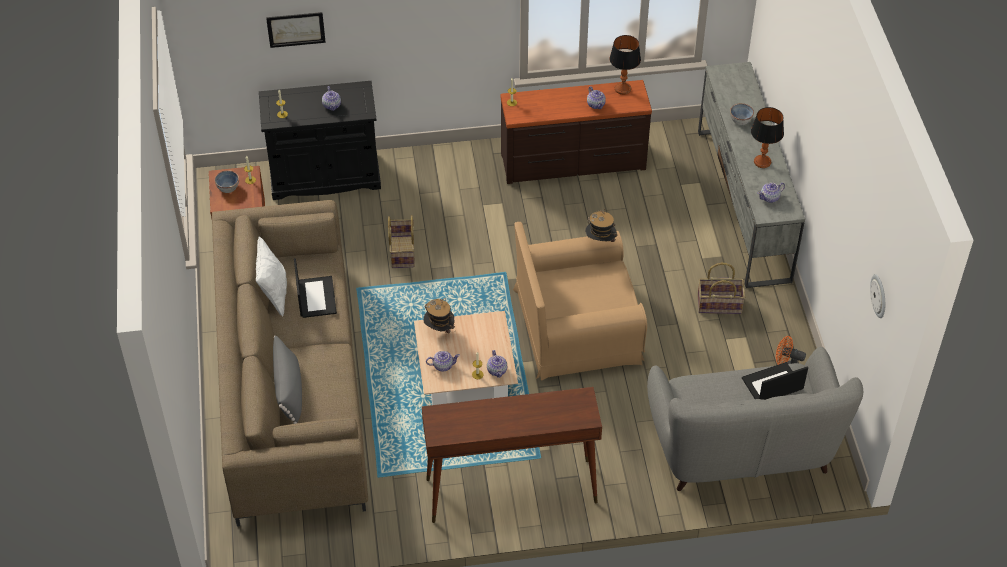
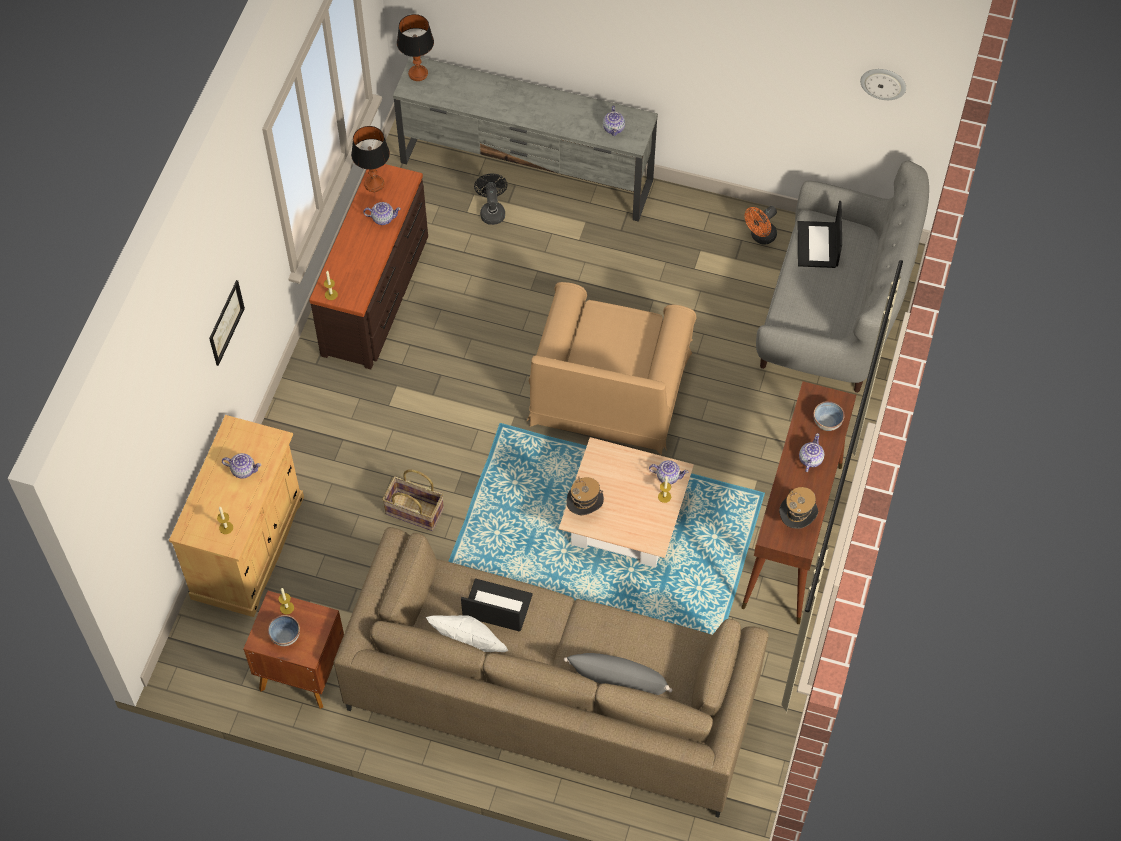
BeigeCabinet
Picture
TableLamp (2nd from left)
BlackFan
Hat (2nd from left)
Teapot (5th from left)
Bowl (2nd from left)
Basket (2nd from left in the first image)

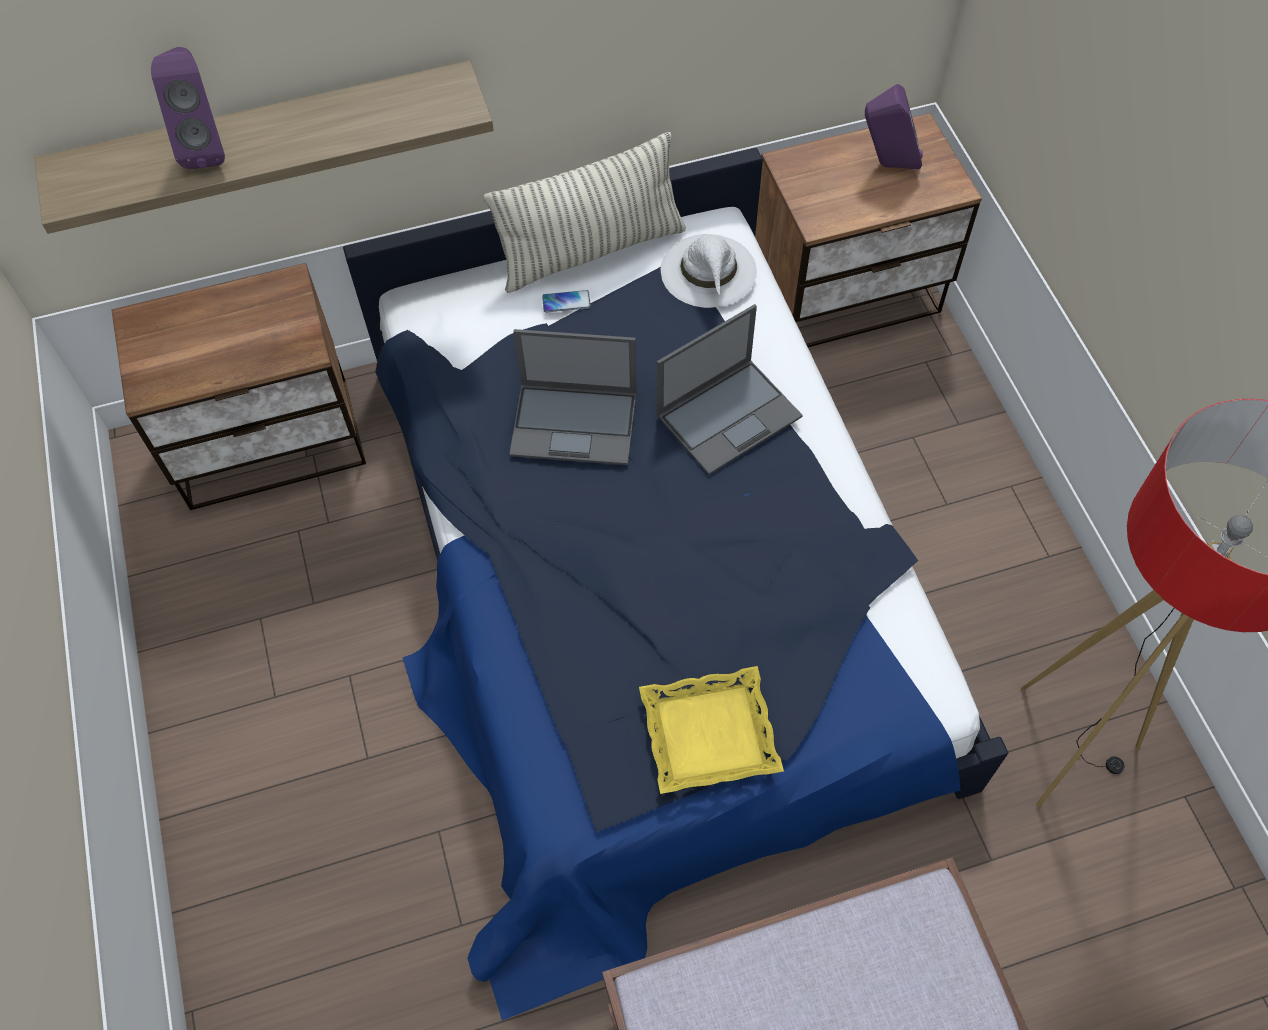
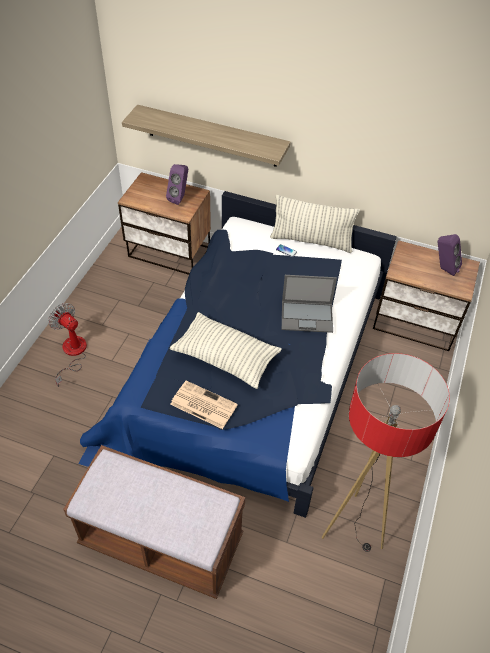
Fan
PurpleSpeaker (1st from left)
Pillow (1st from left)
Newspaper
Laptop (1st from left in the first image)
WhiteHat

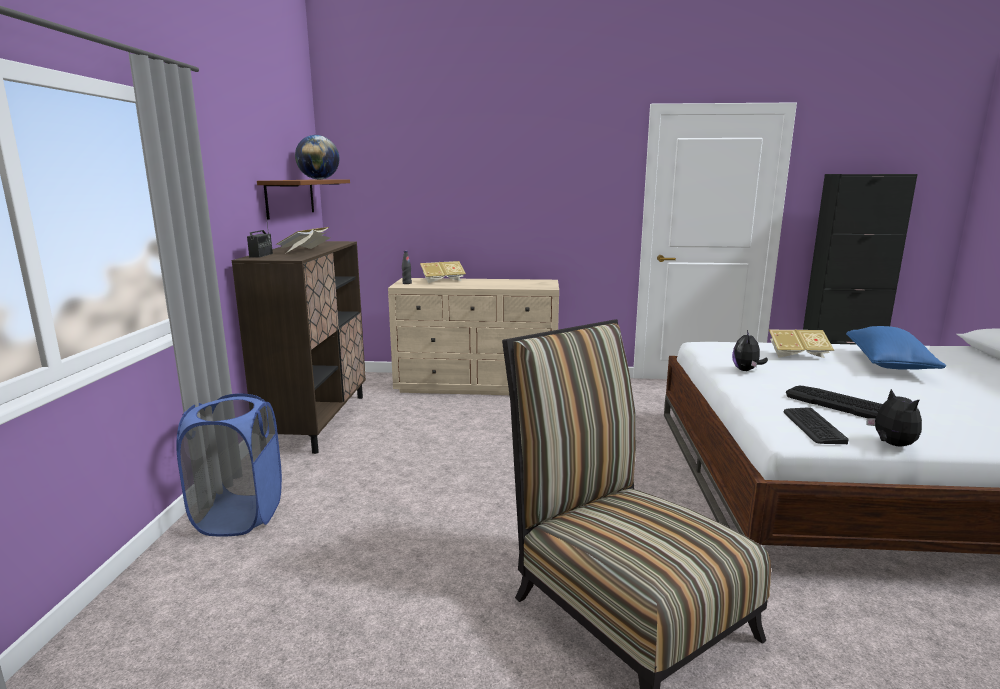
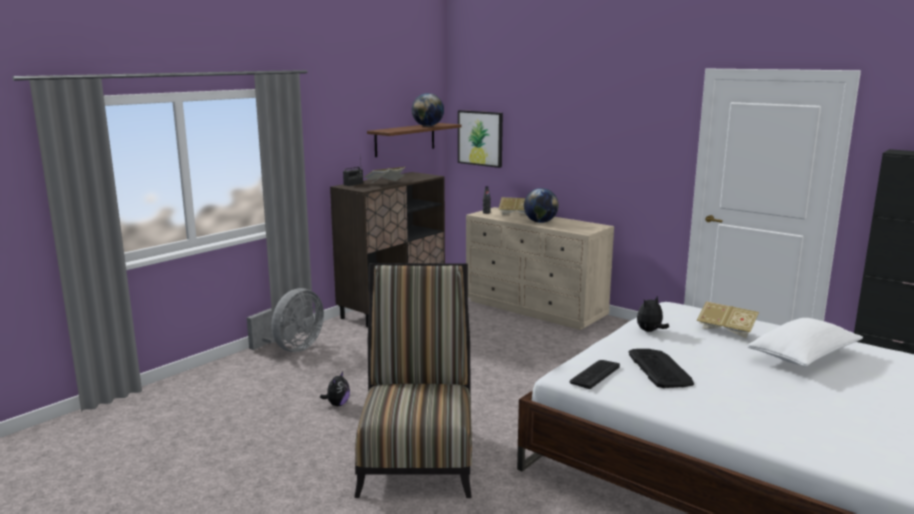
GreyFan
PlushToy (1st from left)
Picture
Globe (2nd from left)
WhitePillow

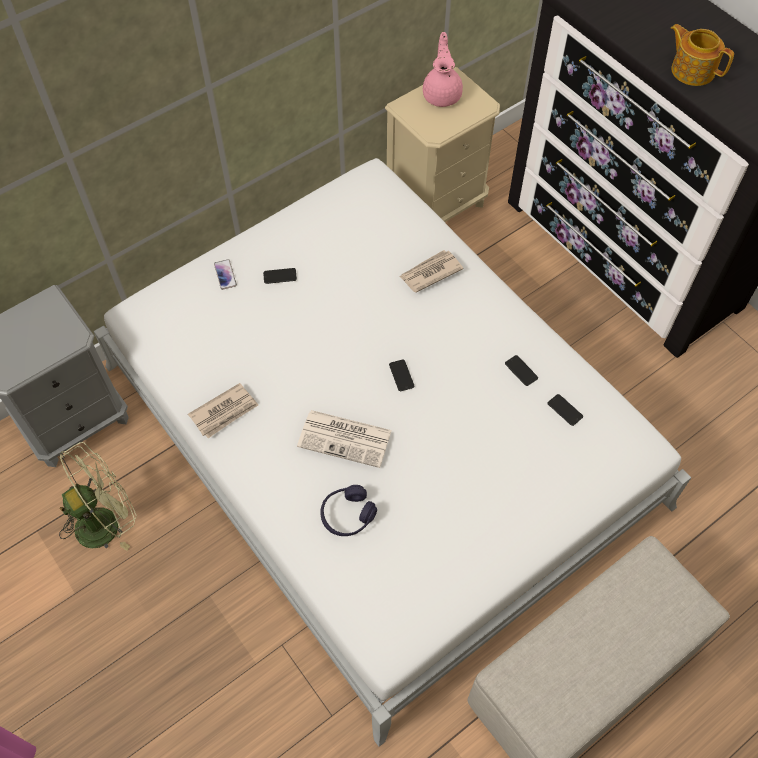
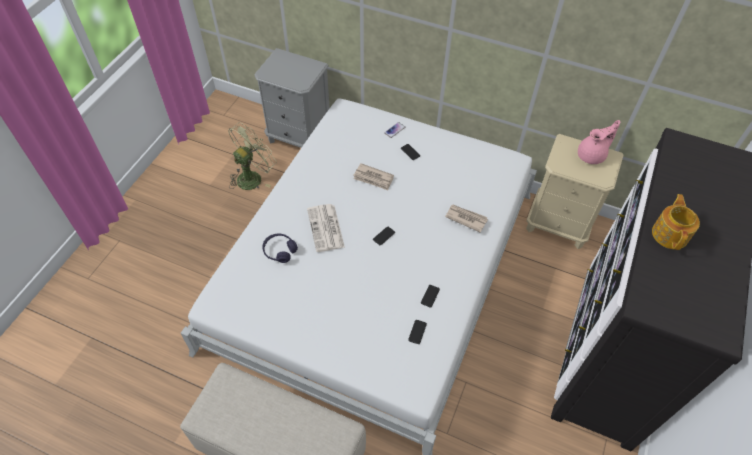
GreenFan
Newspaper (2nd from left)

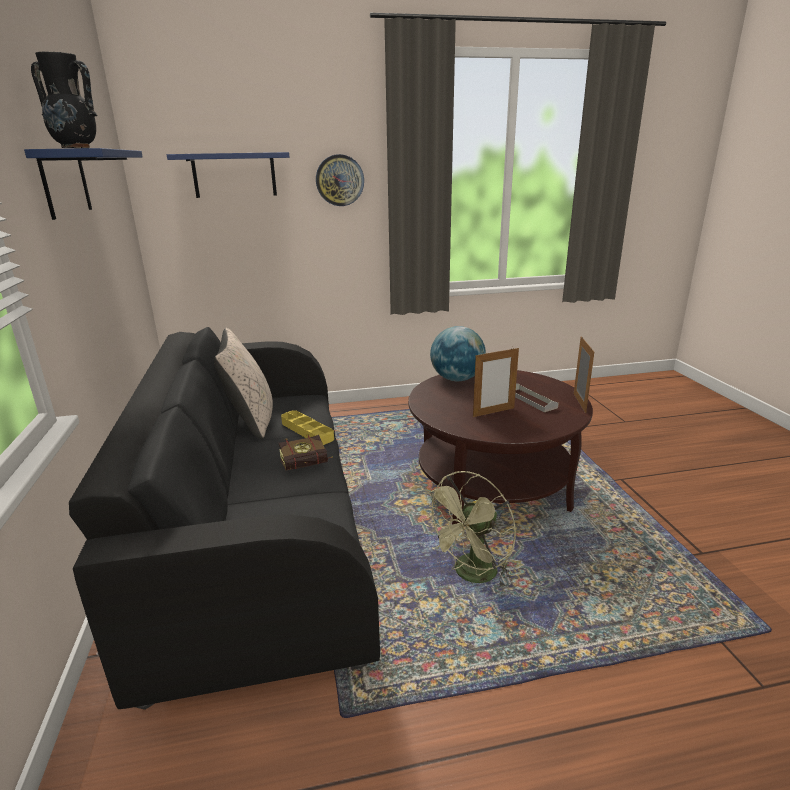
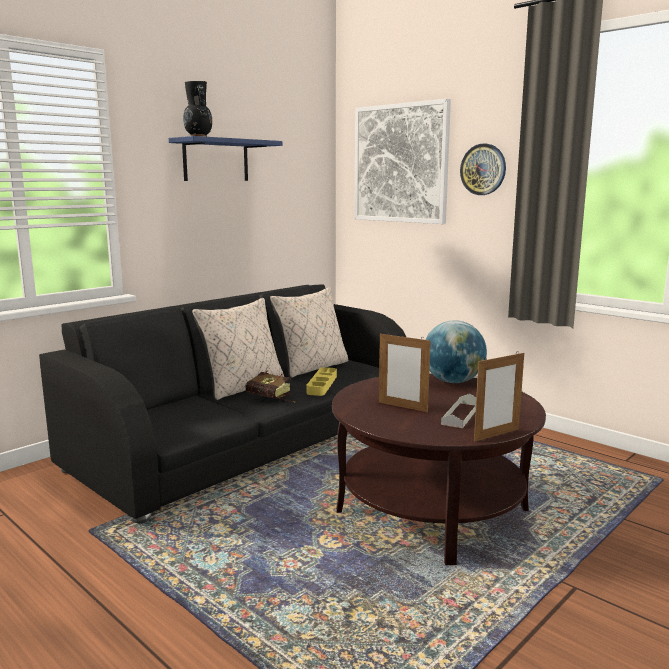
BeigePillow (1st from left)
Picture
GreenFan

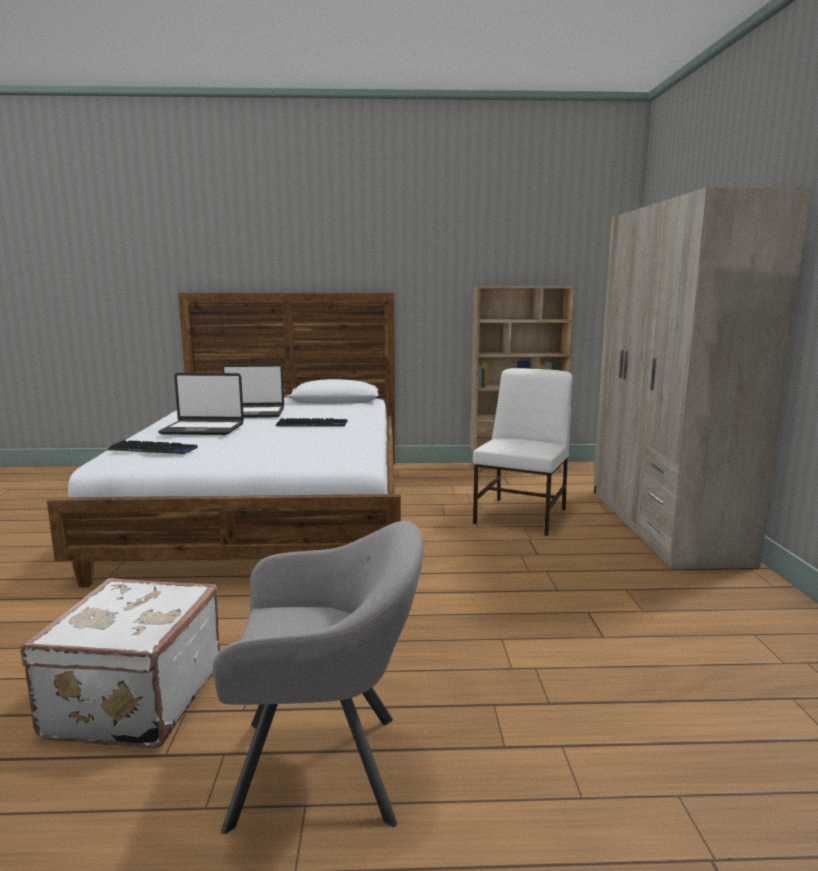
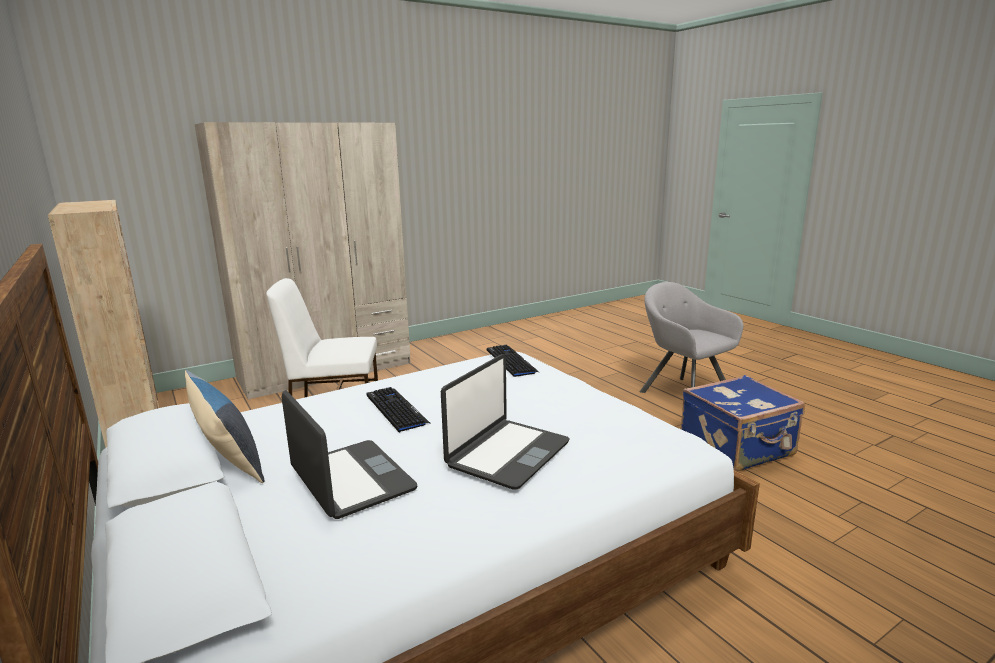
Pillow
Laptop (2nd from left)
Keyboard (2nd from left)
BlueSuitcase

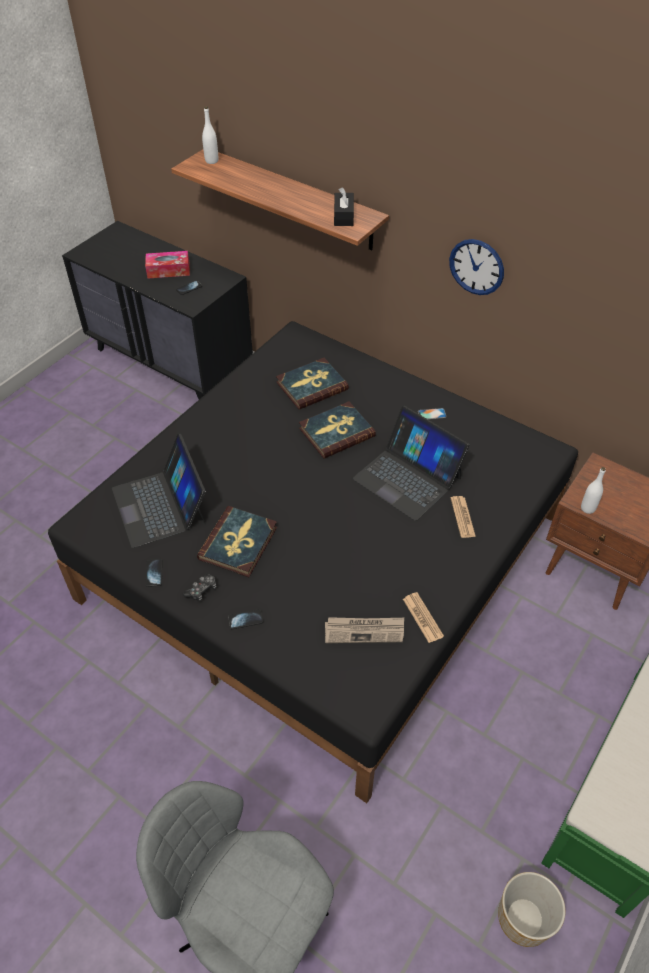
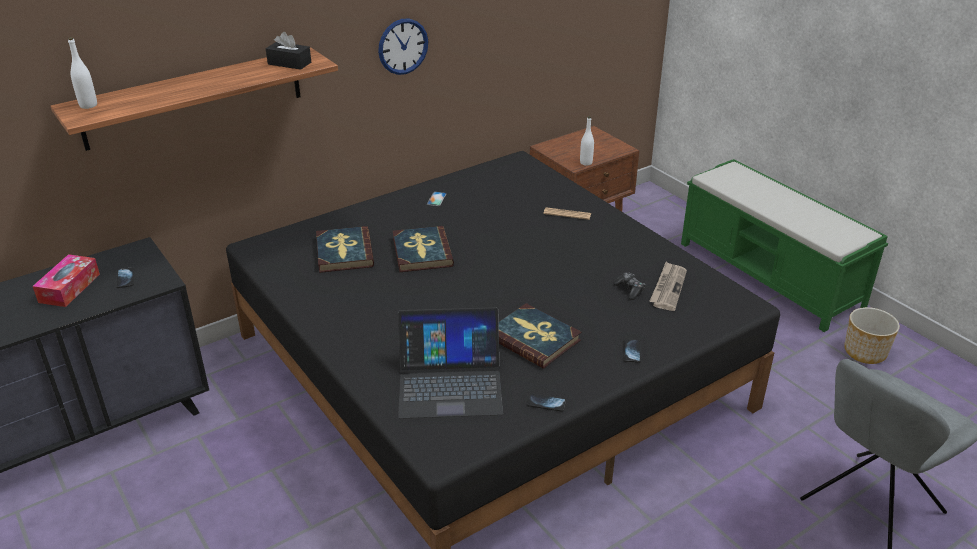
GameController
Laptop (2nd from left in the first image)
Newspaper (2nd from left in the first image)

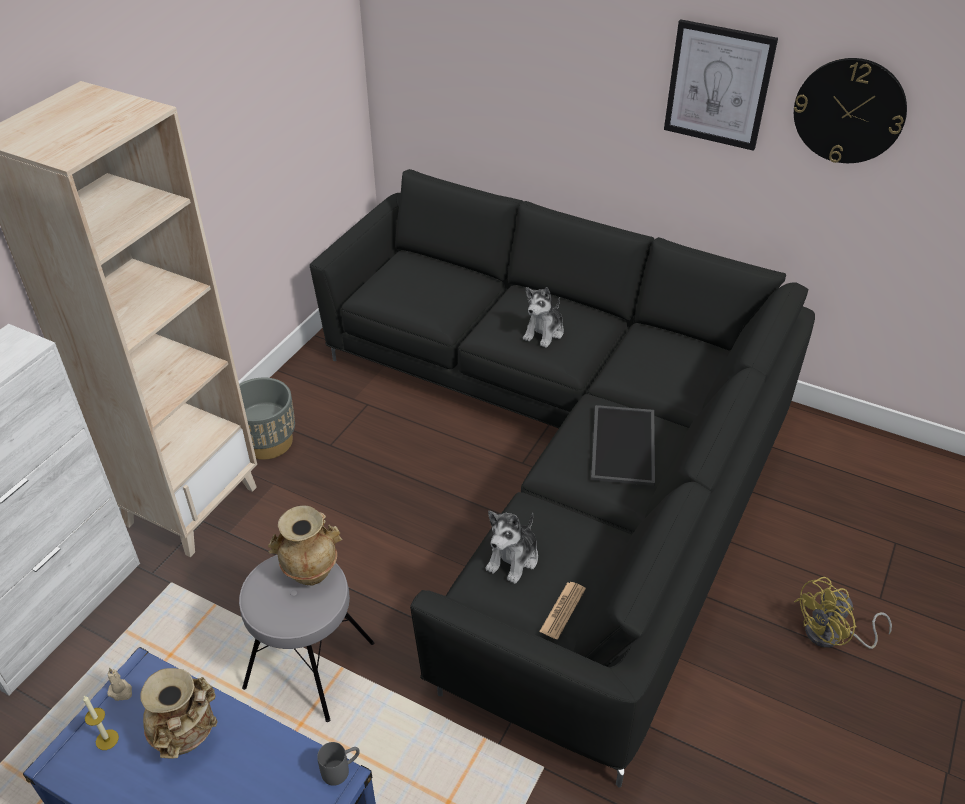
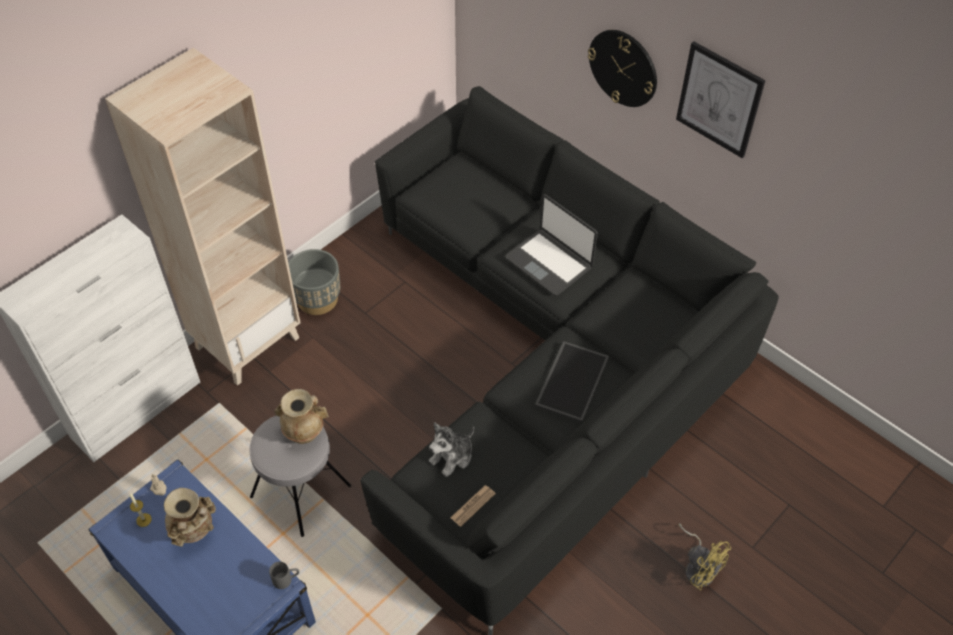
Laptop
WallClock
YellowFan

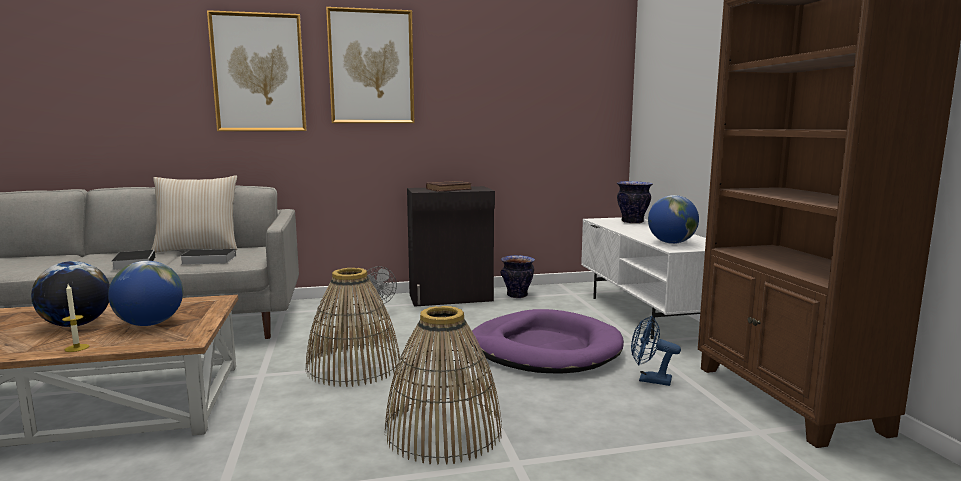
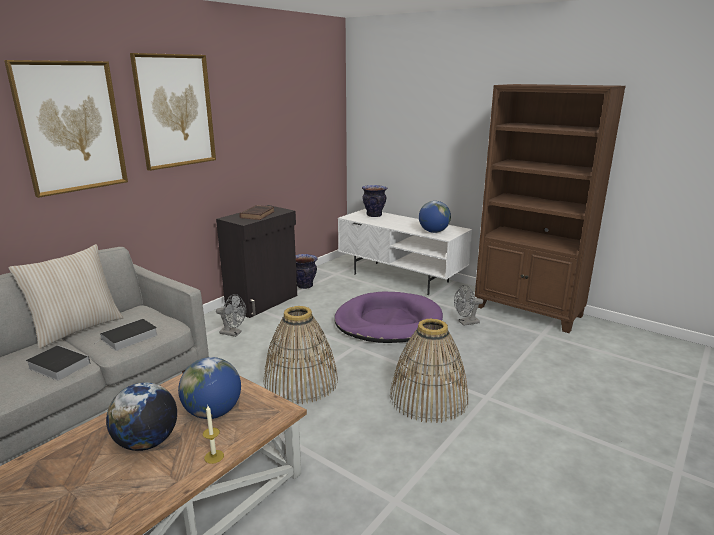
GreyFan (2nd from left)

